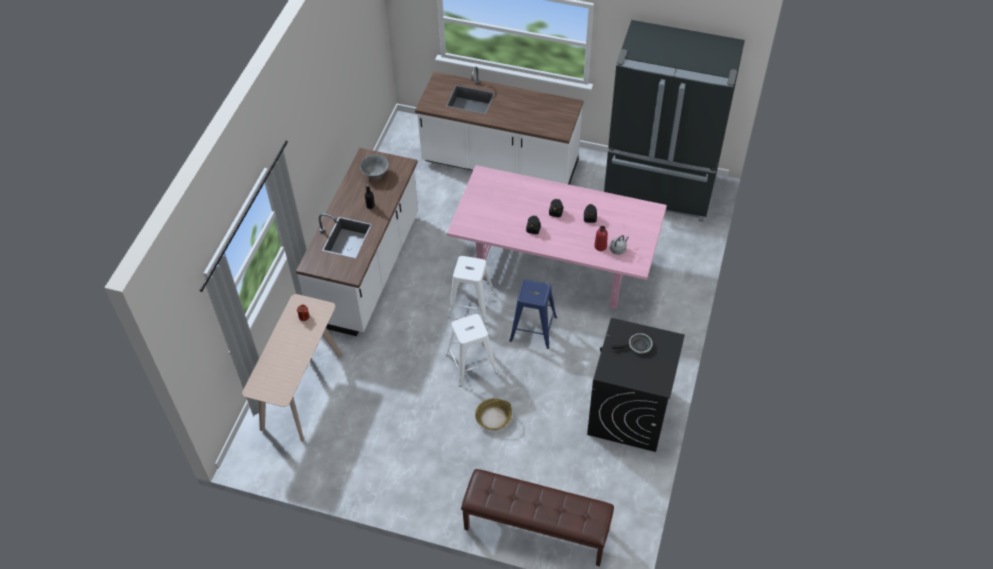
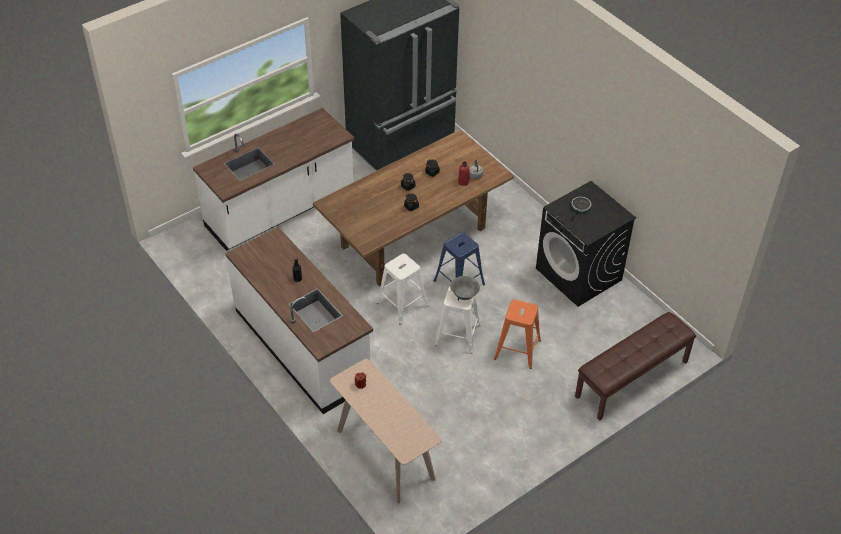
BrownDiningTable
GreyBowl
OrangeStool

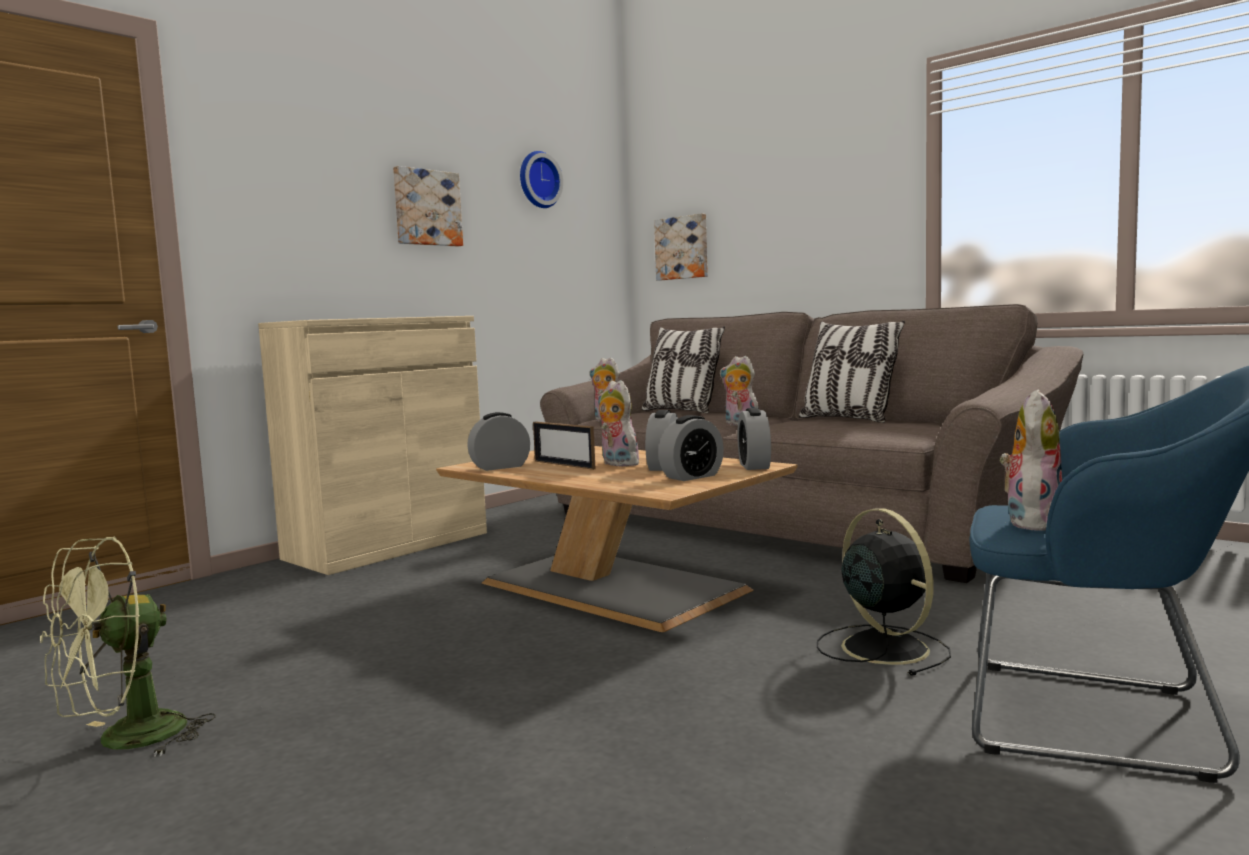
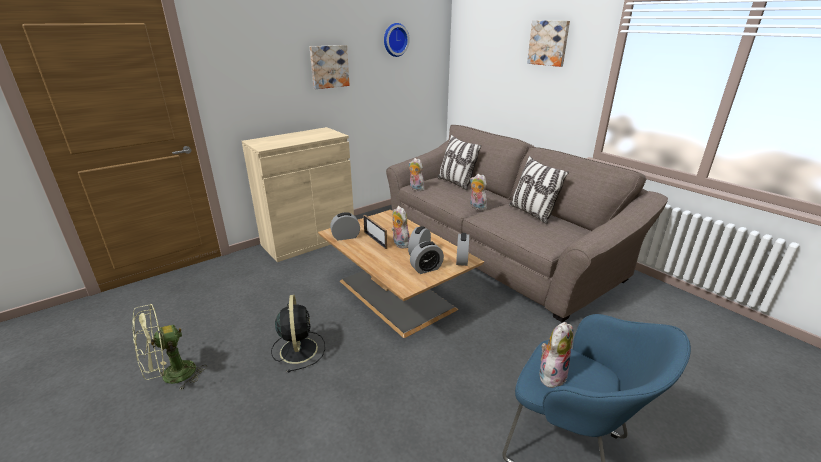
BlackFan
Picture (2nd from left)

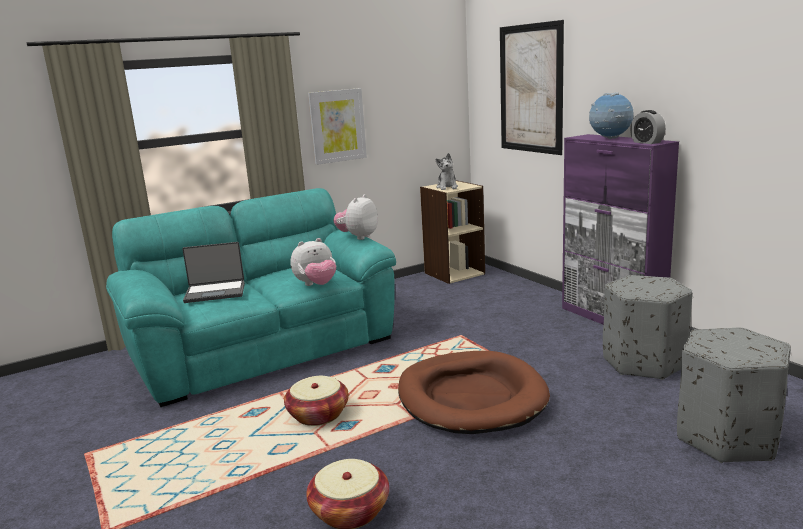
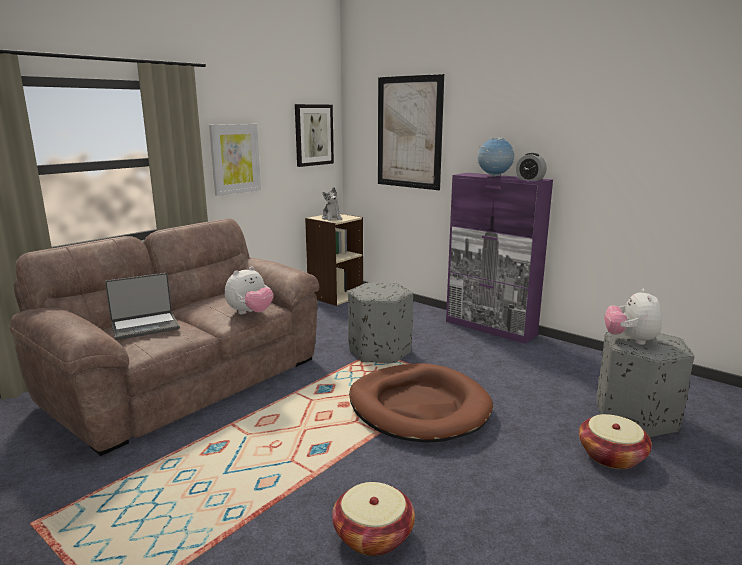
BrownSofa
Picture (2nd from left)
GreyOttoman (1st from left)
Basket (2nd from left)
PlushToy (3rd from left)

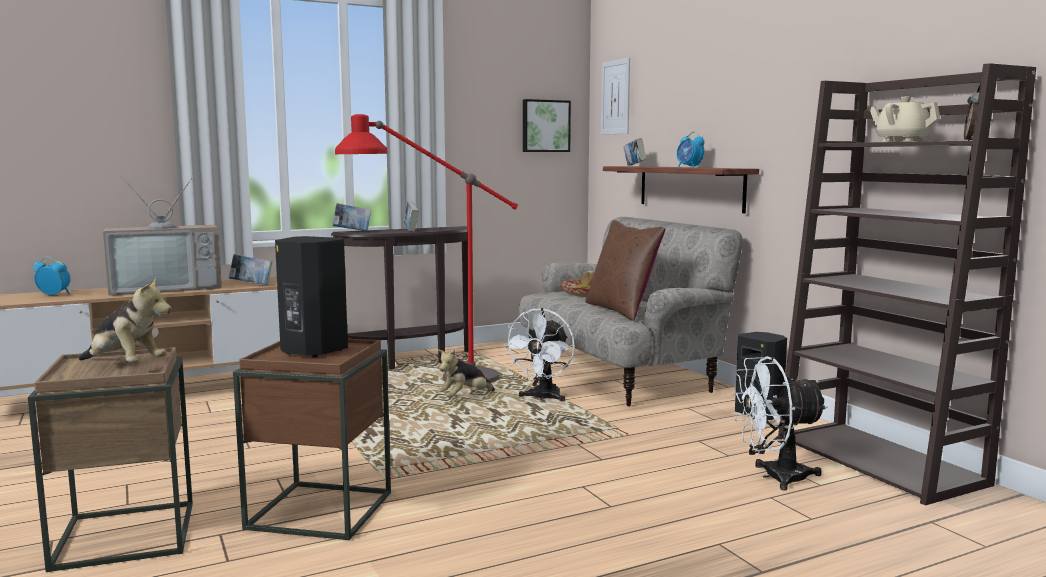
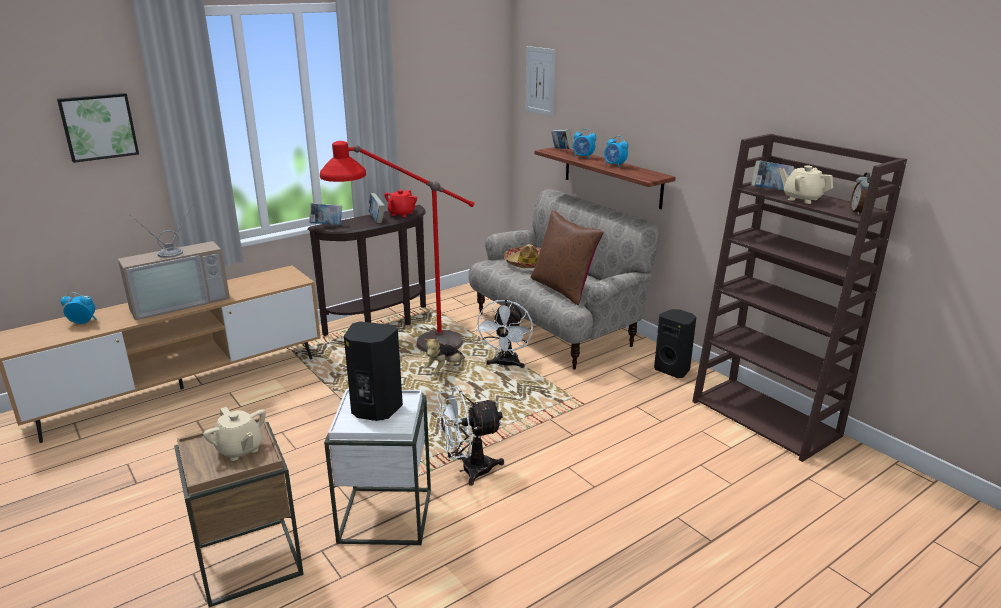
Picture (1st from left)
BeigeTeapot (1st from left)
WhiteSideTable
RedTeapot
WhiteFan (1st from left)
AlarmClock (2nd from left)
Book (4th from left)

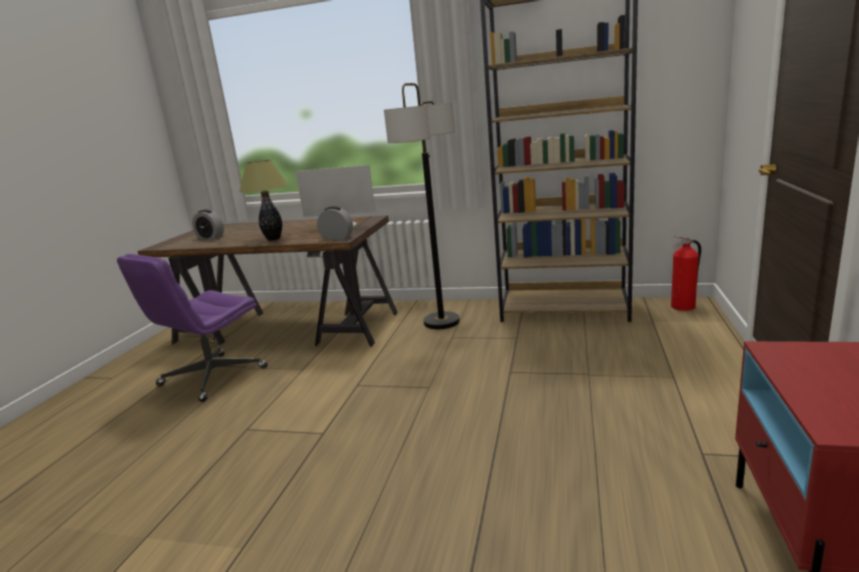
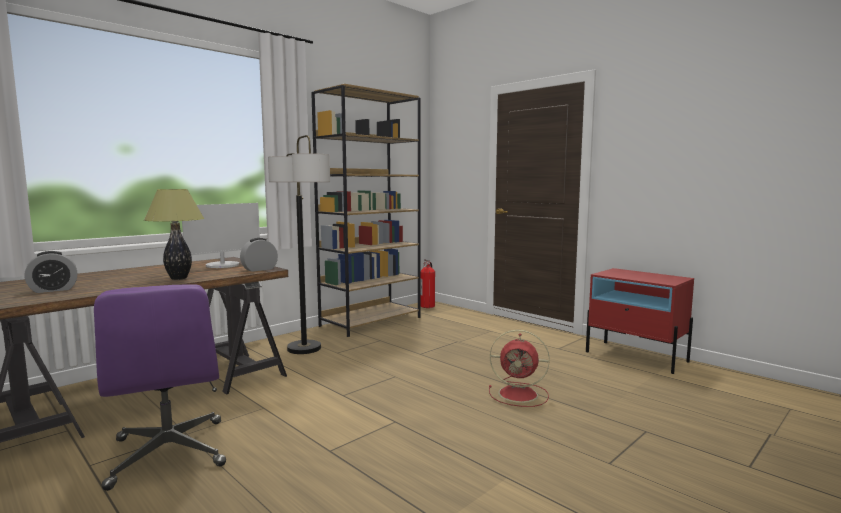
RedFan

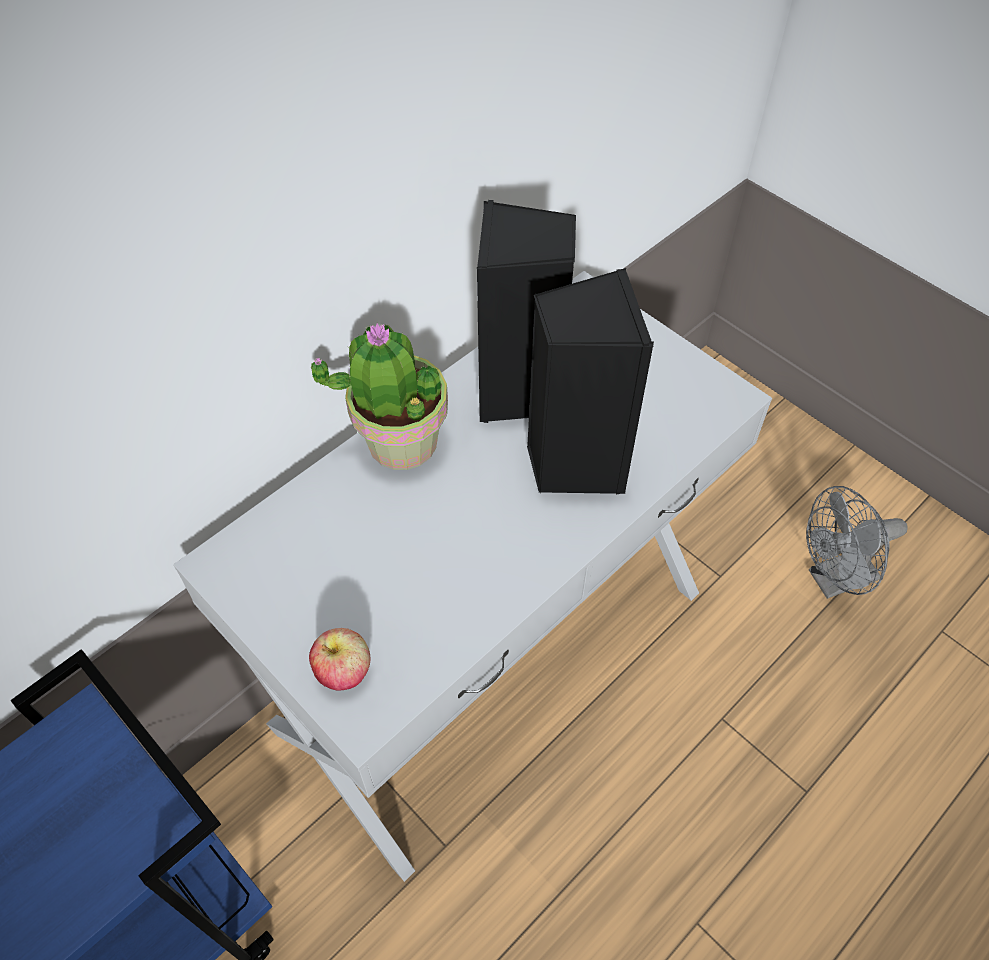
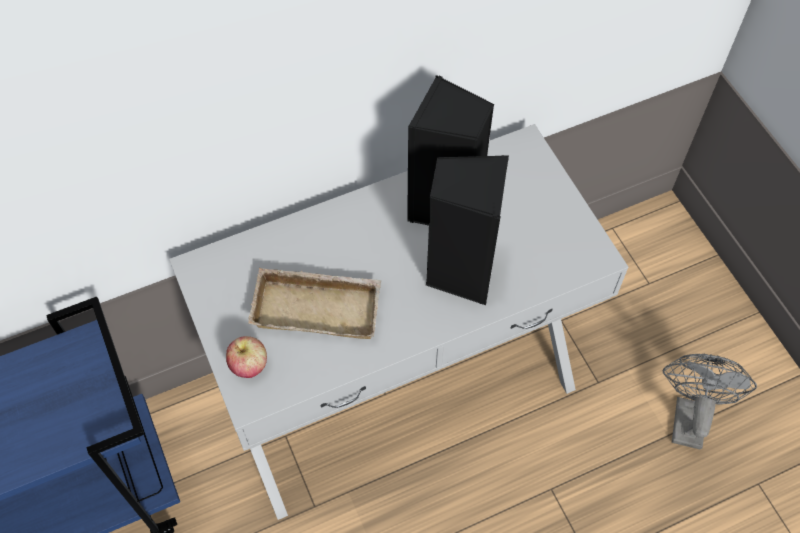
BeigeTray
GreyFan
PottedPlant

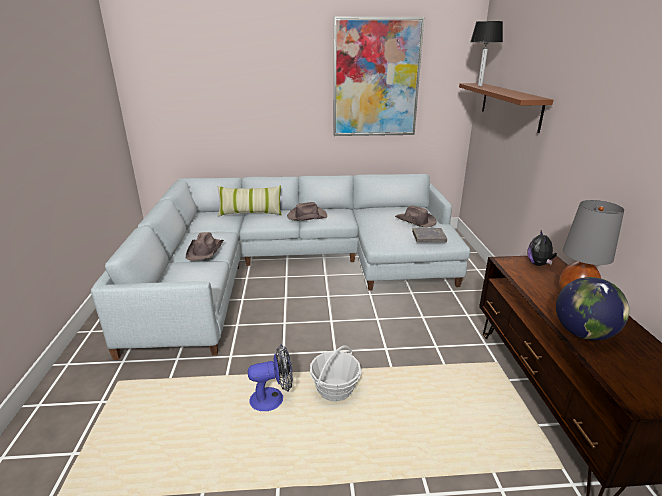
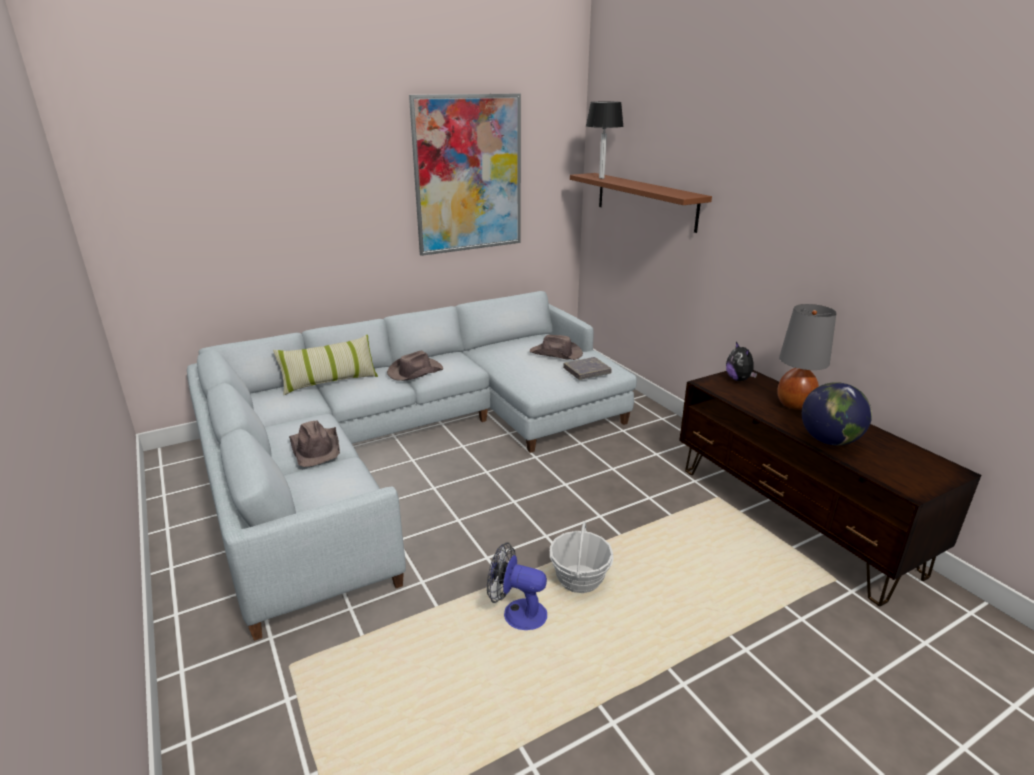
Fan

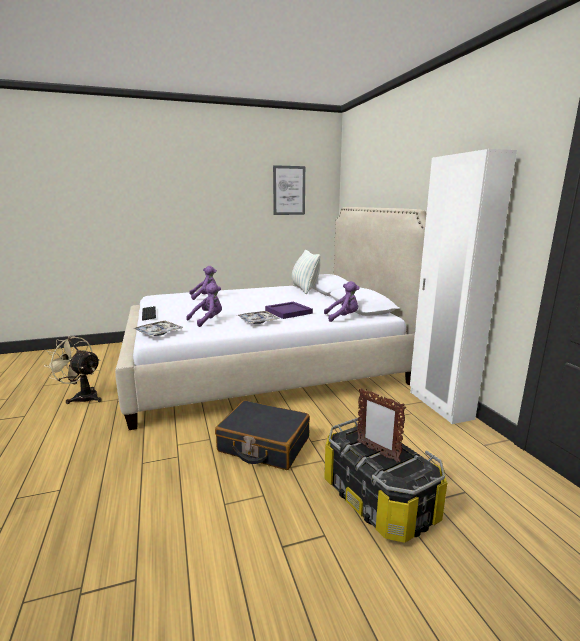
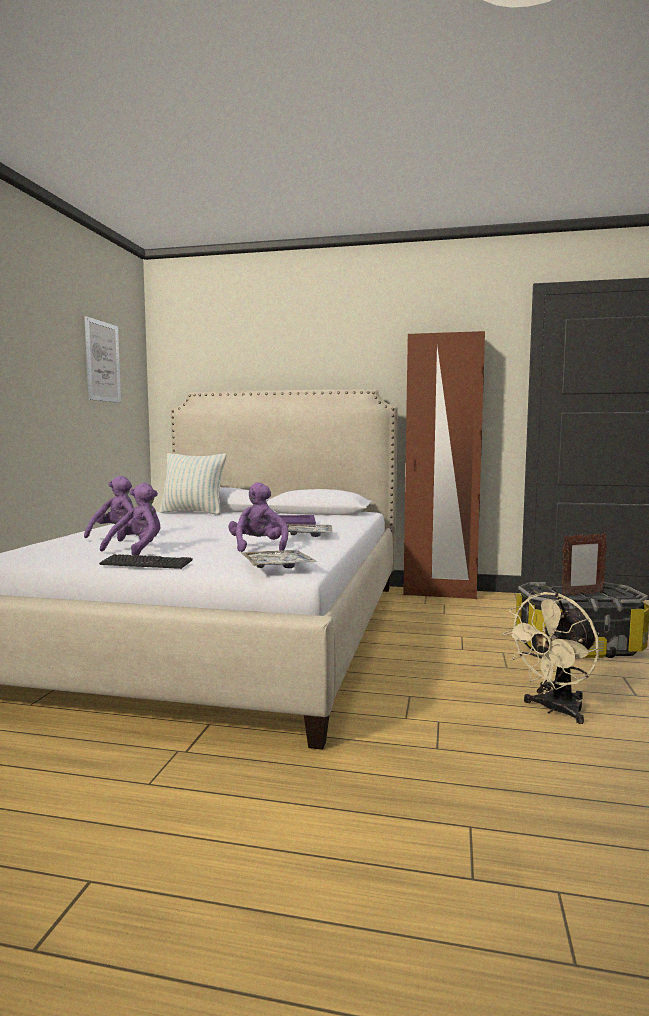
PurplePlushToy (2nd from left)
BrownWardrobe
BeigeFan
BlackSuitcase

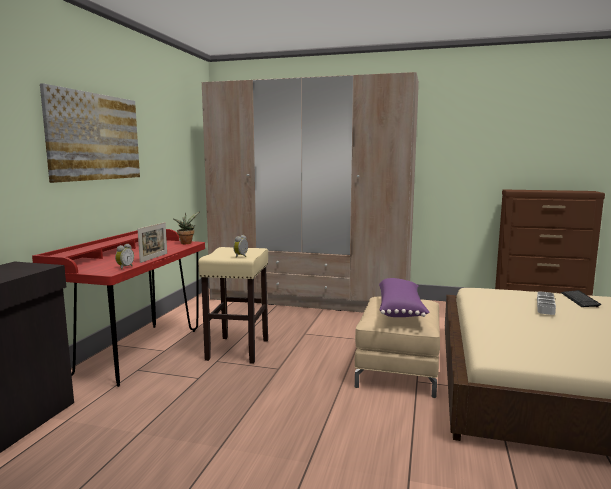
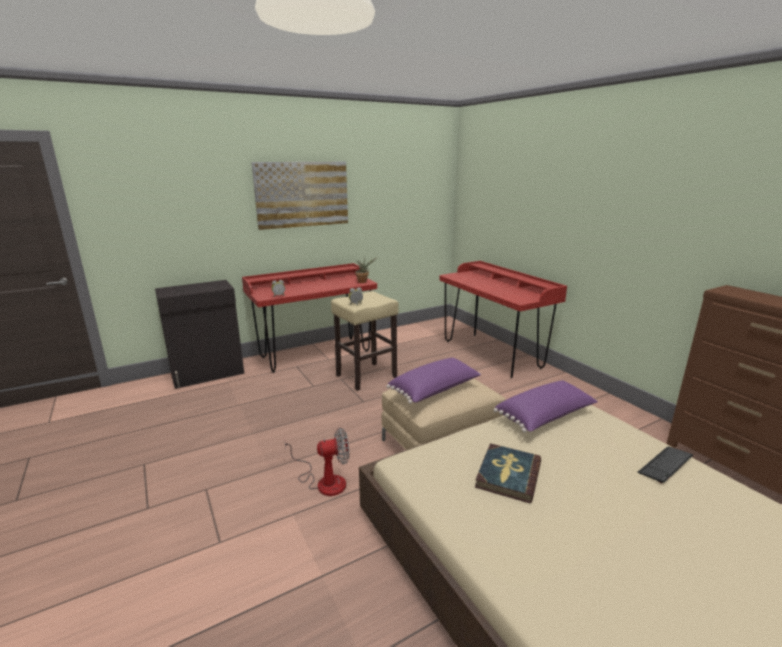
Fan
RedDesk (2nd from left)
Book
PurplePillow (2nd from left)
PictureFrame
GreyTray

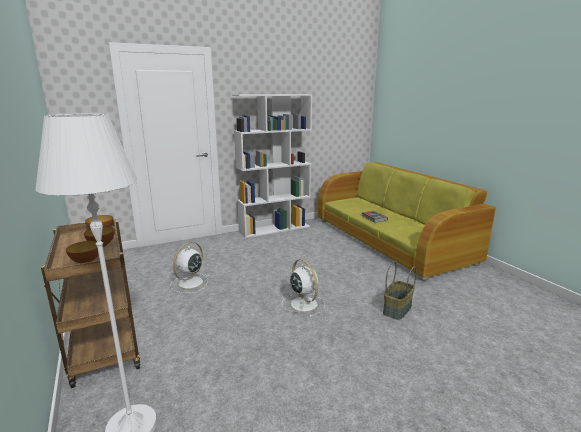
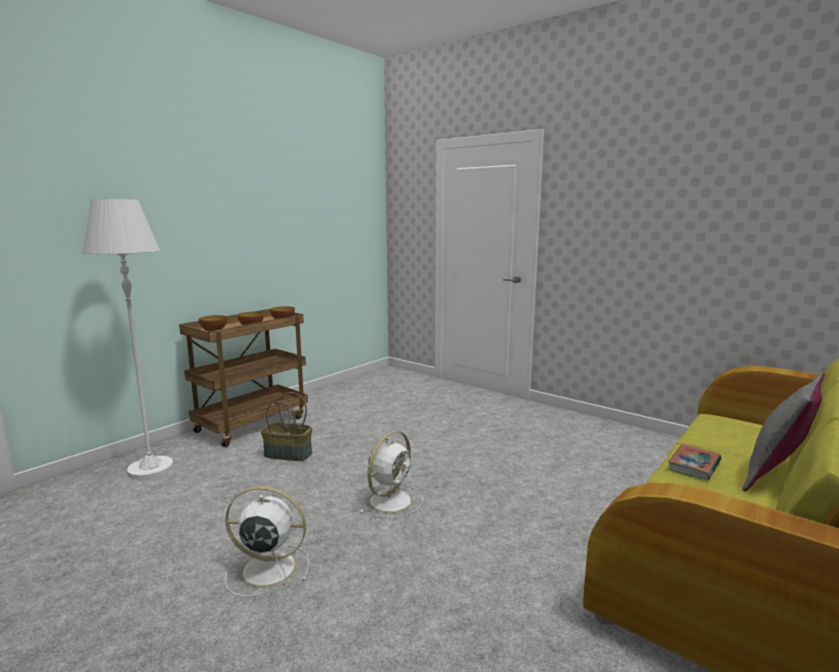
WhiteFan (1st from left)
Basket
GreyPillow
WhiteBookcase

